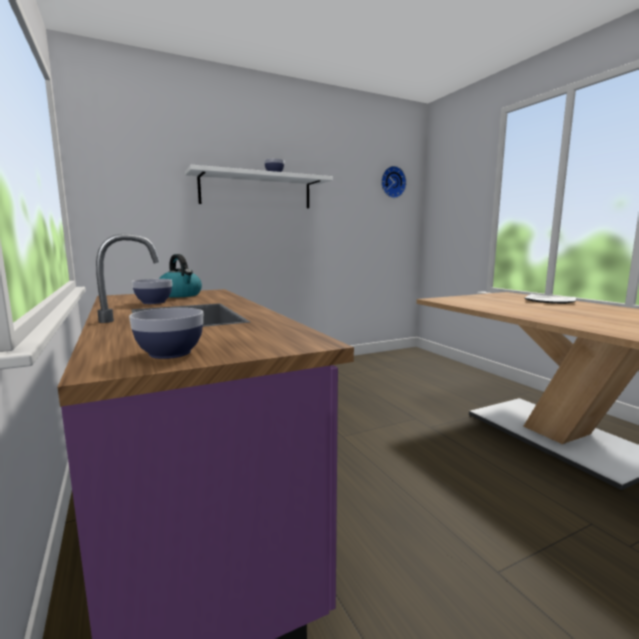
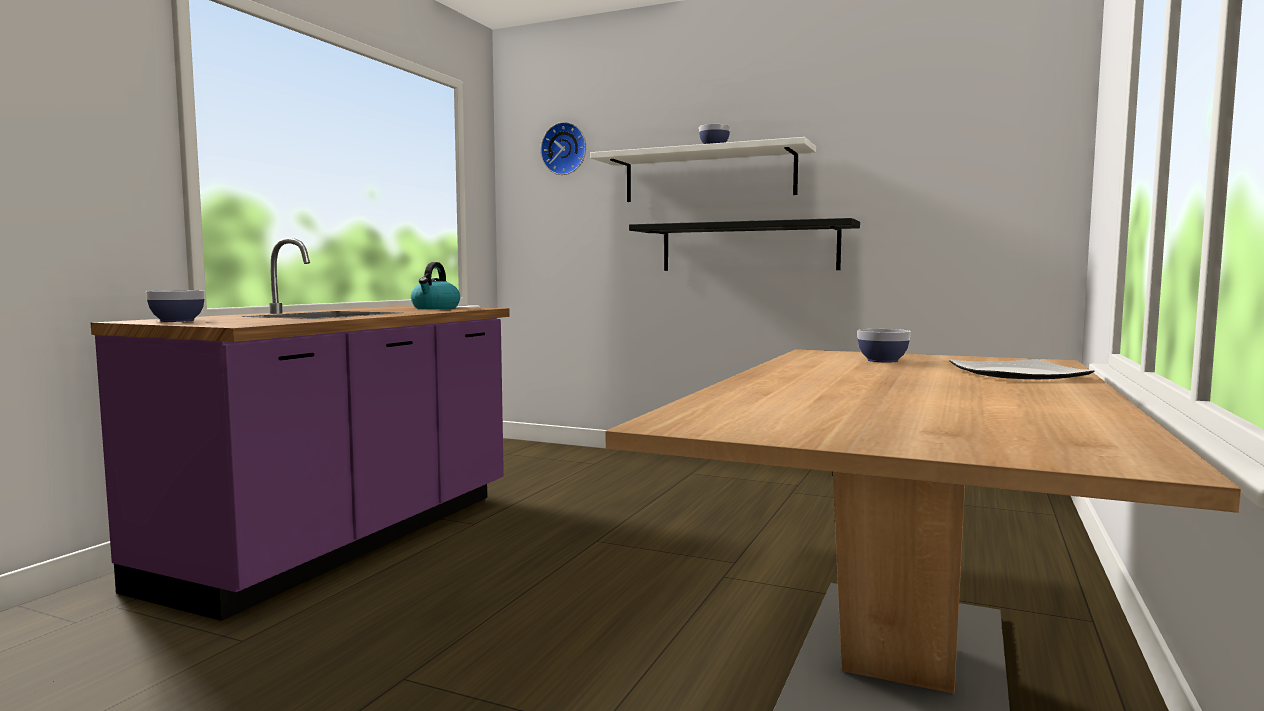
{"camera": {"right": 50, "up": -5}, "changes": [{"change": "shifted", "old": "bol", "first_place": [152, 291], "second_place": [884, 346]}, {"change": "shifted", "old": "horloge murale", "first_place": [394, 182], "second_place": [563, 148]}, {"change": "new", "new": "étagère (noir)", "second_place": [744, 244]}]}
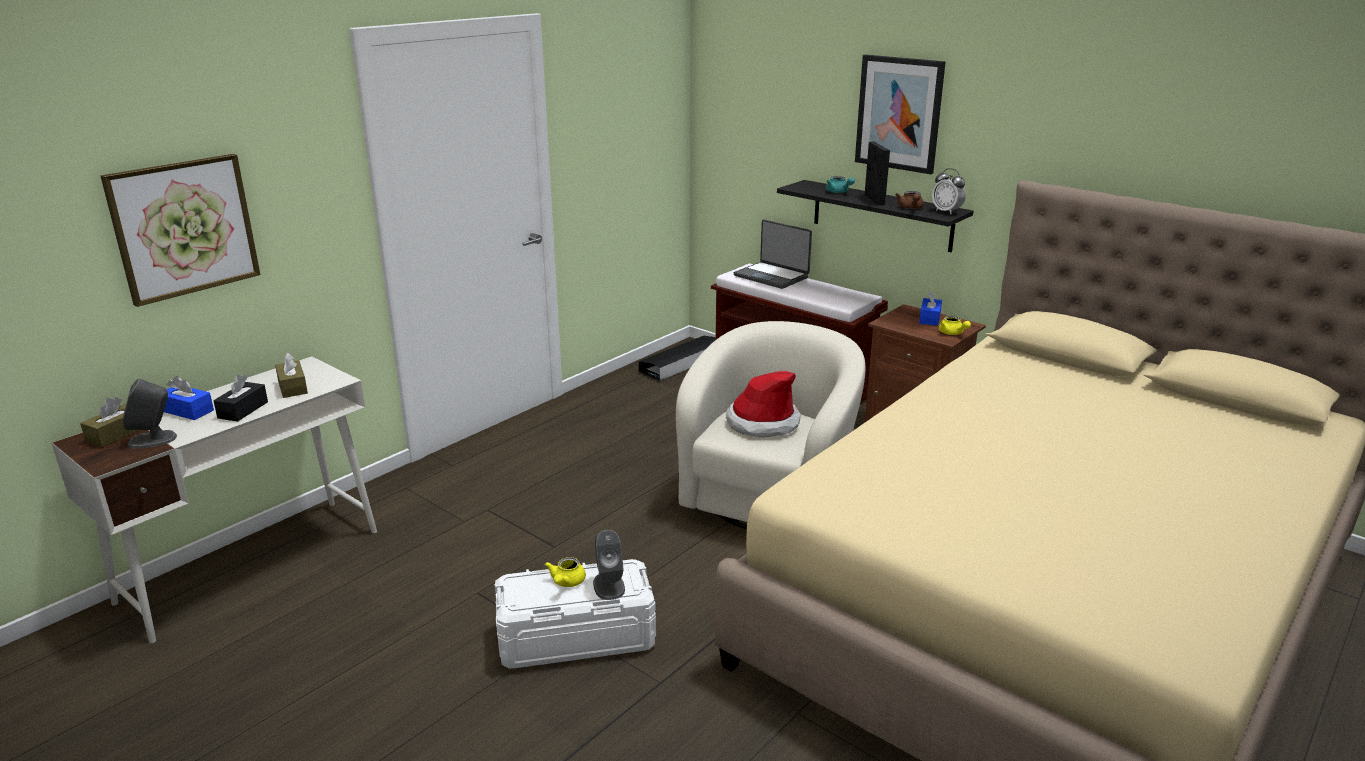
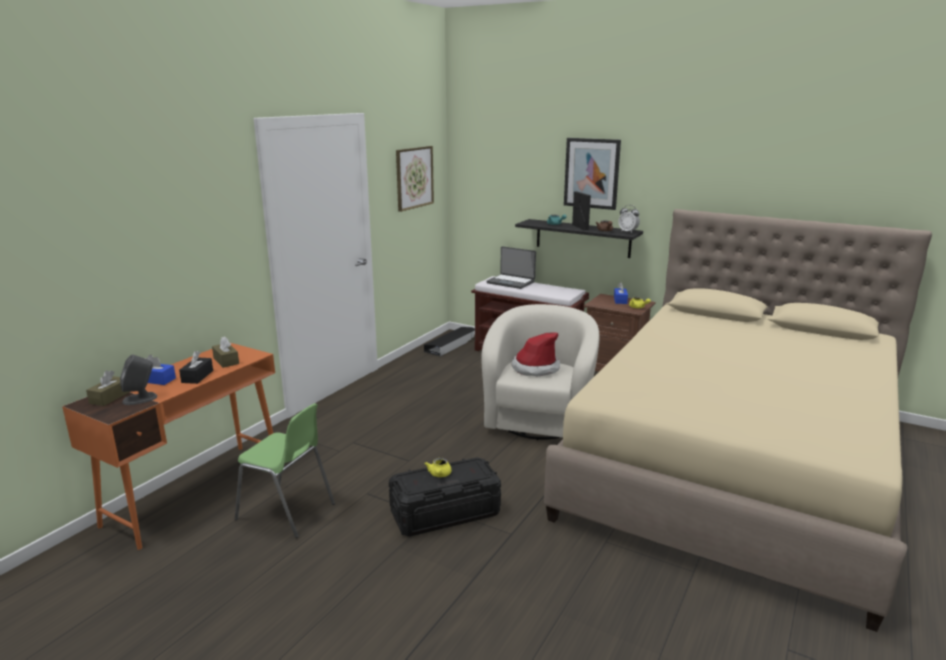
{"camera": {"right": -10, "up": -5}, "changes": [{"change": "repainted", "old": "bureau (blanc)", "new": "bureau (orange)", "first_place": [214, 499], "second_place": [168, 446]}, {"change": "shifted", "old": "tableau", "first_place": [180, 230], "second_place": [415, 179]}, {"change": "repainted", "old": "boîte de rangement (blanc)", "new": "boîte de rangement (noir)", "first_place": [575, 614], "second_place": [445, 496]}, {"change": "gone", "old": "enceinte (gris)", "first_place": [609, 565]}, {"change": "new", "new": "chaise (vert)", "second_place": [285, 470]}]}
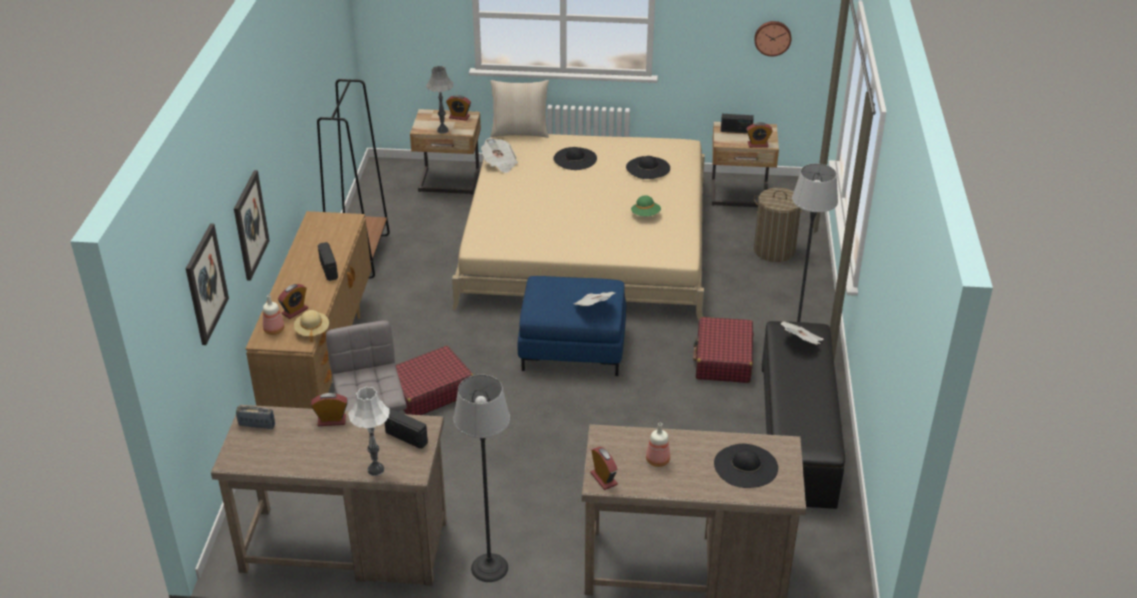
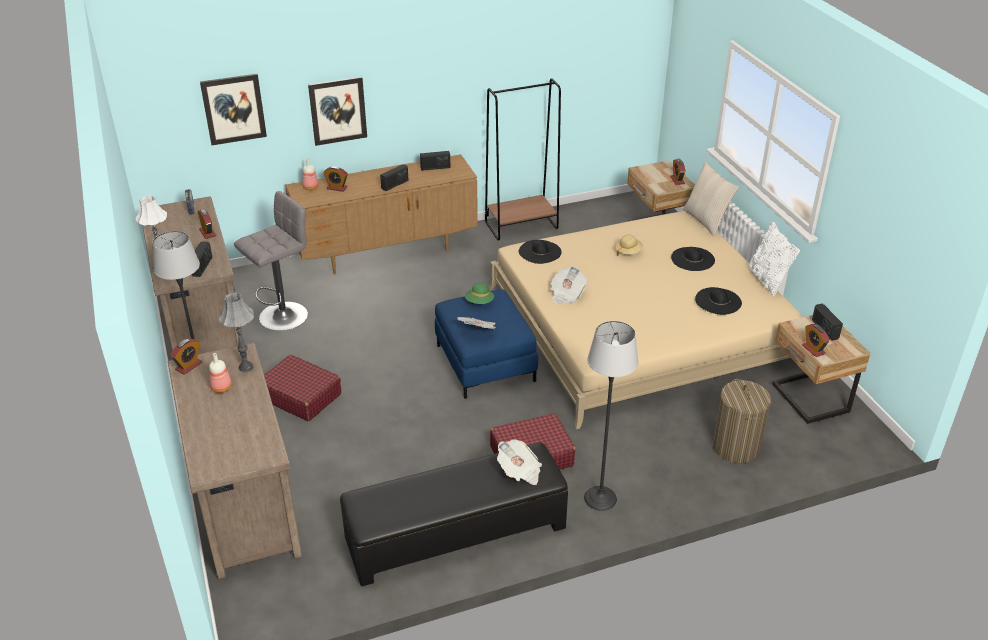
{"camera": {"right": 65, "up": 0}, "changes": [{"change": "shifted", "old": "chapeau (beige)", "first_place": [311, 326], "second_place": [629, 245]}, {"change": "shifted", "old": "valise (rouge)", "first_place": [434, 380], "second_place": [302, 388]}, {"change": "shifted", "old": "lampe de table (gris)", "first_place": [439, 100], "second_place": [236, 332]}, {"change": "shifted", "old": "journal", "first_place": [499, 155], "second_place": [569, 285]}, {"change": "shifted", "old": "chapeau (vert)", "first_place": [646, 205], "second_place": [479, 293]}, {"change": "shifted", "old": "chapeau (noir)", "first_place": [746, 466], "second_place": [540, 252]}, {"change": "gone", "old": "horloge murale", "first_place": [772, 38]}, {"change": "new", "new": "radio", "second_place": [435, 161]}, {"change": "new", "new": "coussin (blanc)", "second_place": [774, 259]}]}
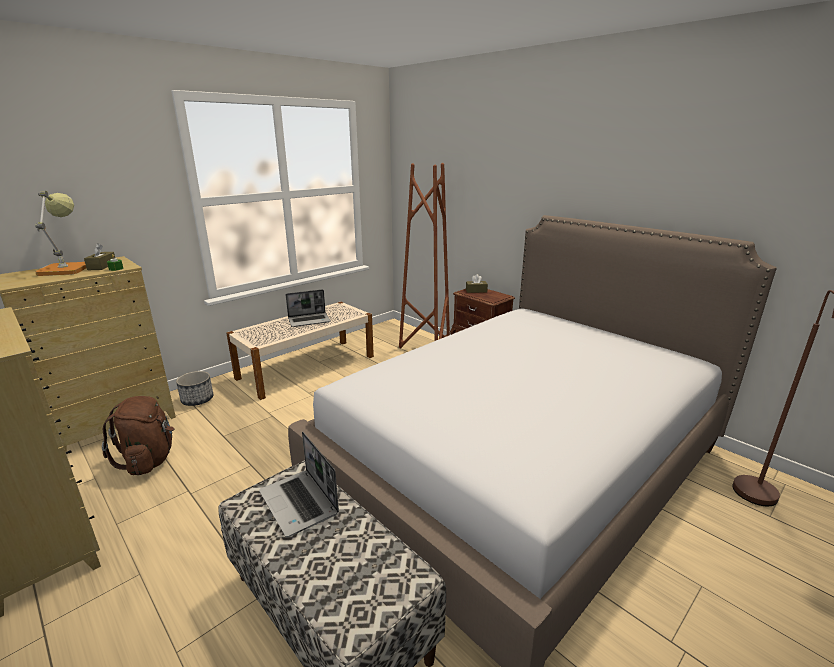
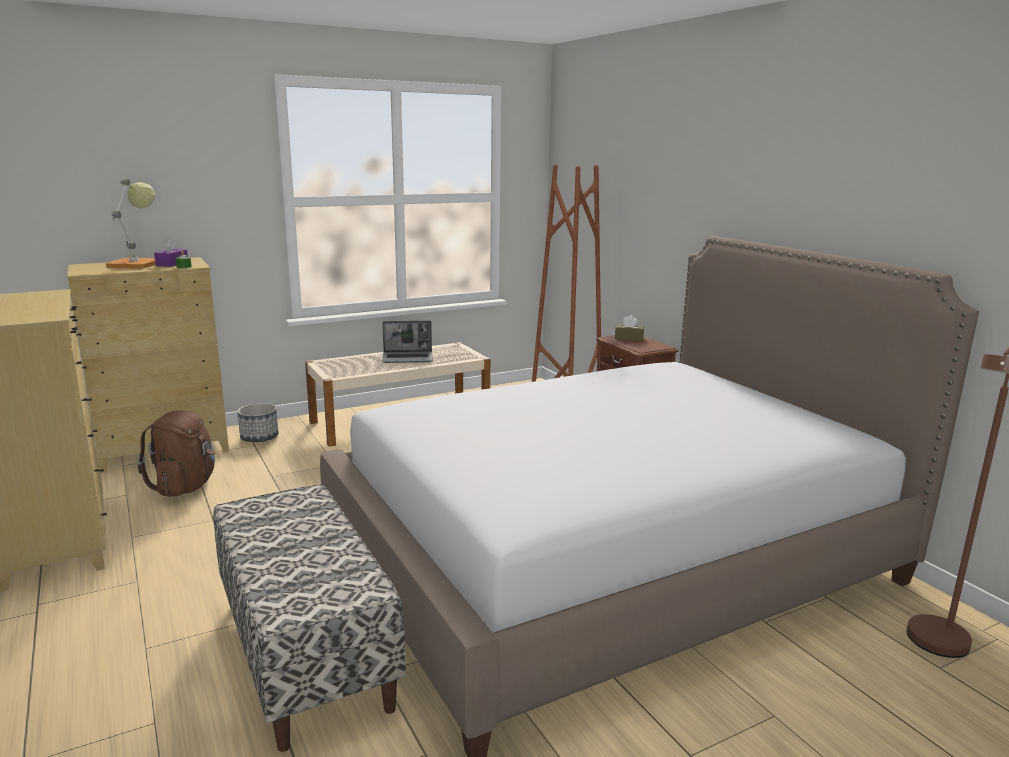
{"camera": {"right": 15, "up": -5}, "changes": [{"change": "repainted", "old": "boîte à mouchoirs (marron)", "new": "boîte à mouchoirs (violet)", "first_place": [99, 256], "second_place": [171, 252]}, {"change": "gone", "old": "ordinateur portable", "first_place": [299, 484]}]}
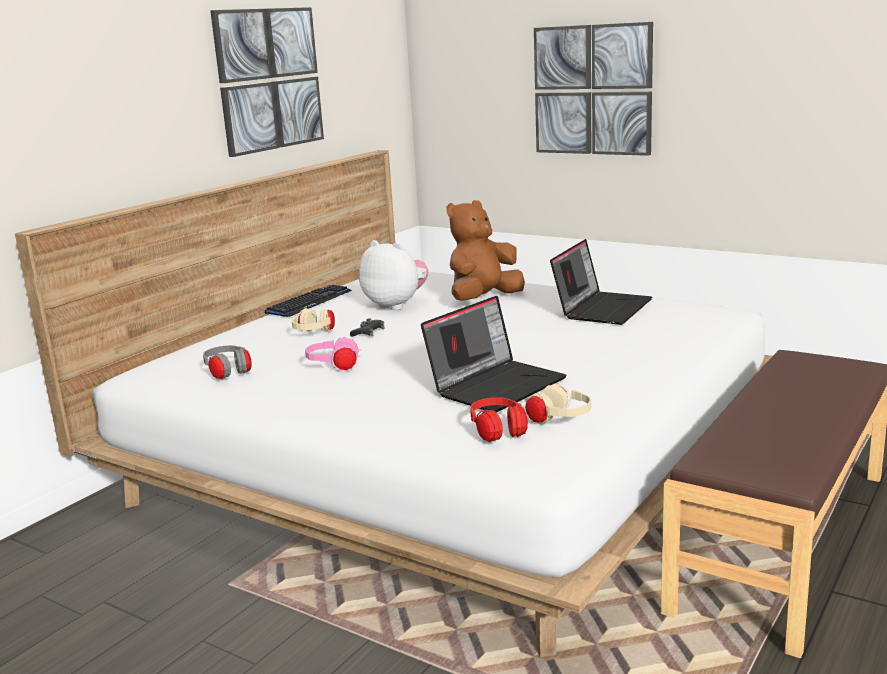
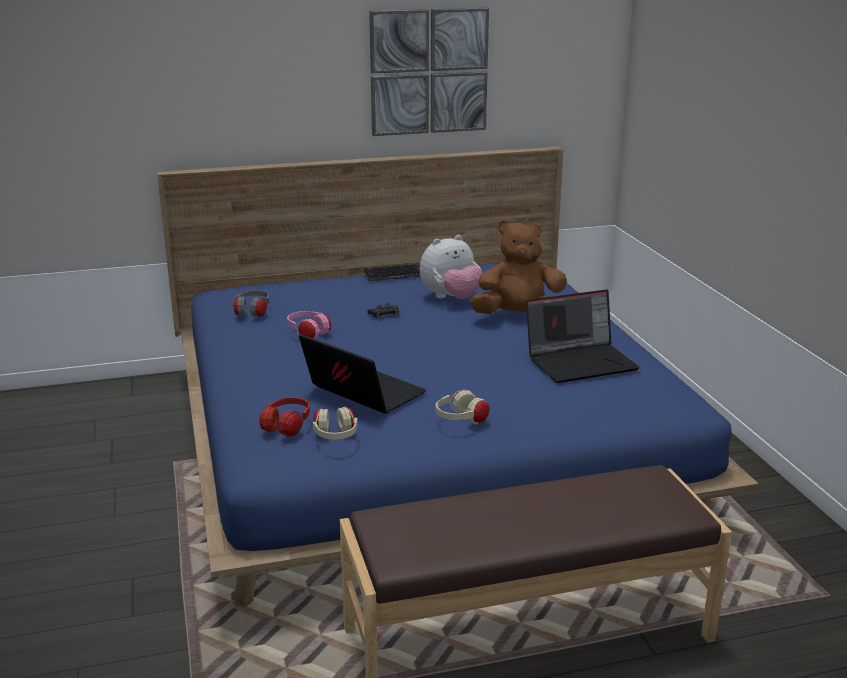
{"camera": {"right": 40, "up": 5}, "changes": [{"change": "repainted", "old": "lit (blanc)", "new": "lit (bleu)", "first_place": [393, 403], "second_place": [458, 377]}, {"change": "shifted", "old": "casque audio (beige)", "first_place": [313, 320], "second_place": [463, 407]}, {"change": "rotated", "old": "peluche", "first_place": [393, 275], "second_place": [451, 267], "degrees": 75}, {"change": "rotated", "old": "ordinateur portable", "first_place": [494, 354], "second_place": [362, 374], "degrees": -135}, {"change": "gone", "old": "tableau", "first_place": [593, 89]}]}
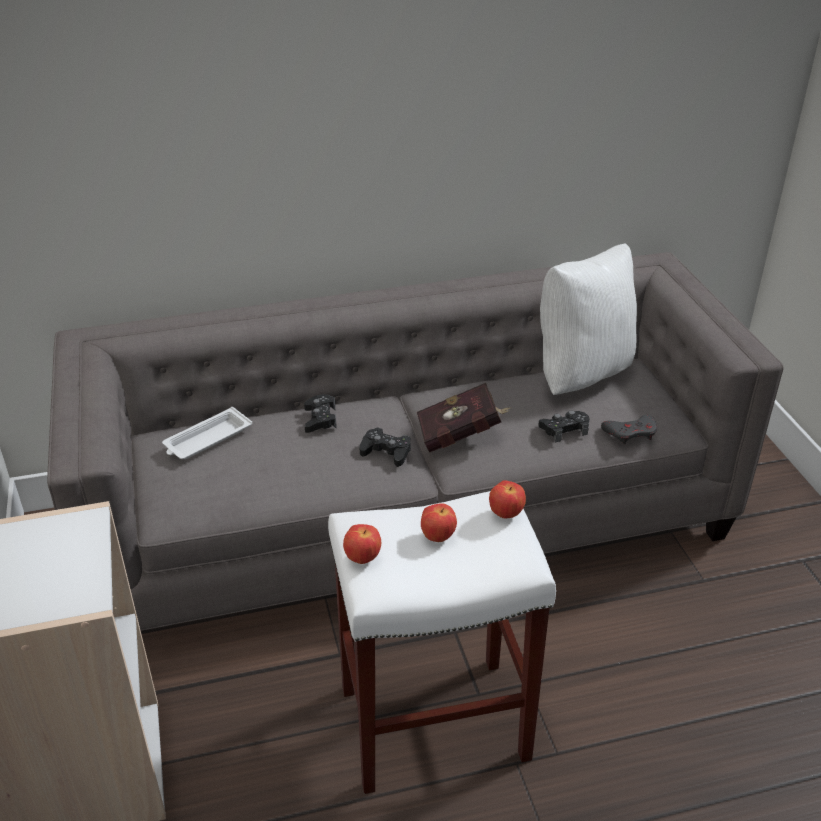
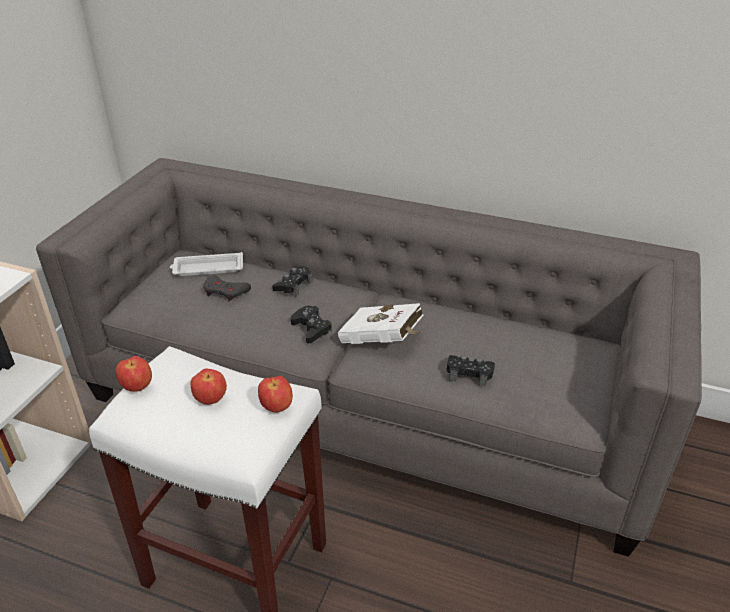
{"camera": {"right": 35, "up": 0}, "changes": [{"change": "repainted", "old": "livre (rouge)", "new": "livre (blanc)", "first_place": [464, 417], "second_place": [380, 323]}, {"change": "gone", "old": "coussin (blanc)", "first_place": [588, 319]}, {"change": "shifted", "old": "manette (gris)", "first_place": [629, 430], "second_place": [227, 288]}]}
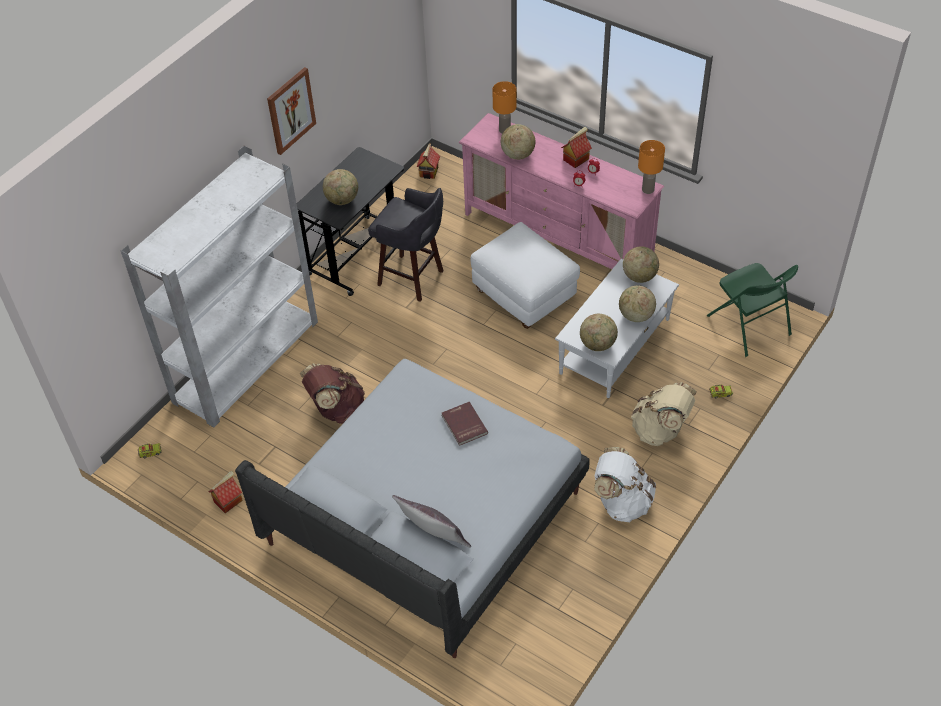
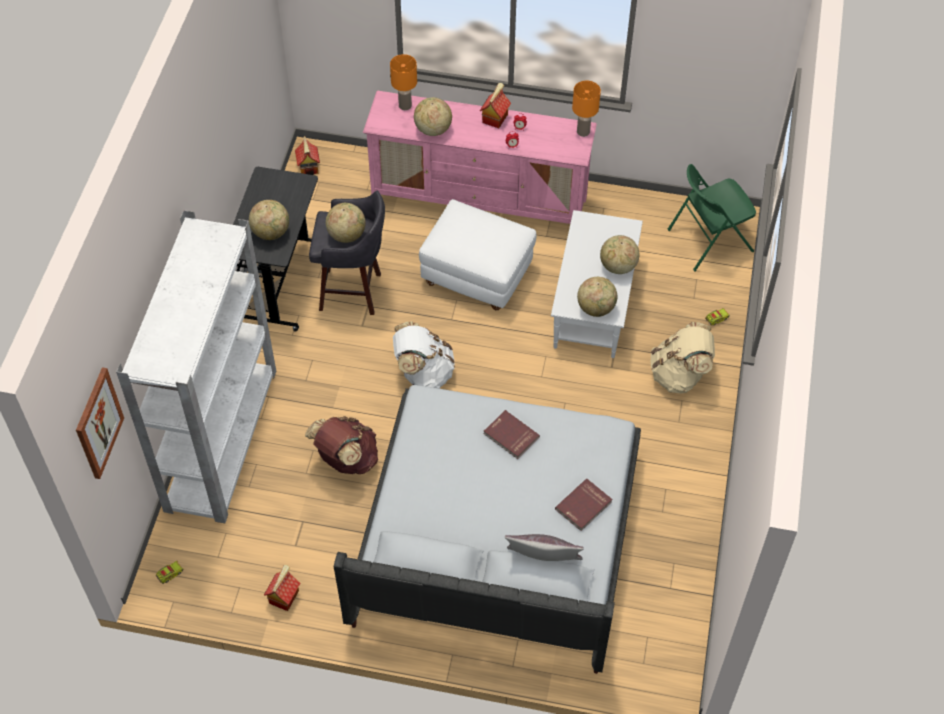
{"camera": {"right": -25, "up": 5}, "changes": [{"change": "shifted", "old": "tableau", "first_place": [291, 111], "second_place": [100, 423]}, {"change": "shifted", "old": "sac à dos (blanc)", "first_place": [625, 484], "second_place": [424, 355]}, {"change": "shifted", "old": "globe", "first_place": [641, 264], "second_place": [346, 223]}, {"change": "rotated", "old": "chaise (vert)", "first_place": [752, 310], "second_place": [712, 218], "degrees": 120}, {"change": "new", "new": "livre (rouge)", "second_place": [583, 505]}]}
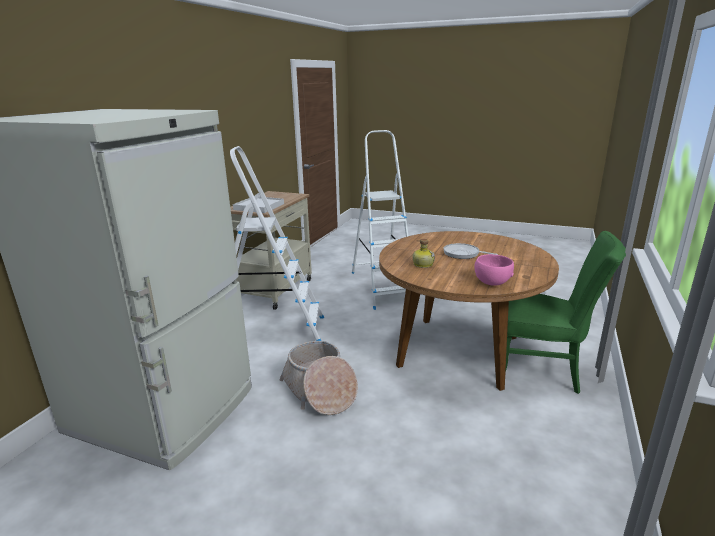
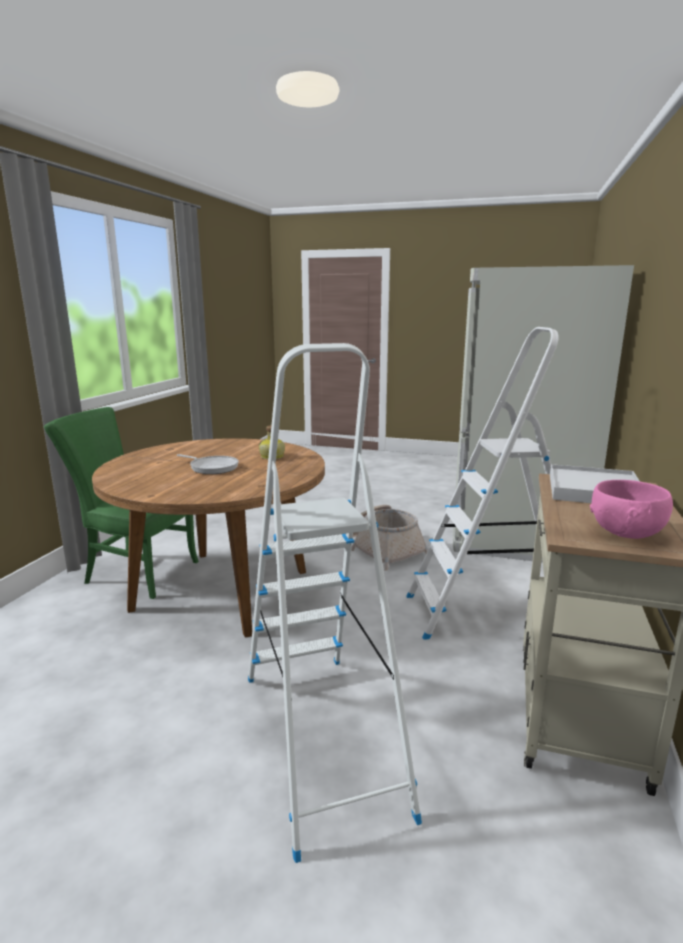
{"camera": {"right": 175, "up": -5}, "changes": [{"change": "shifted", "old": "bol (rose)", "first_place": [494, 270], "second_place": [631, 509]}]}
